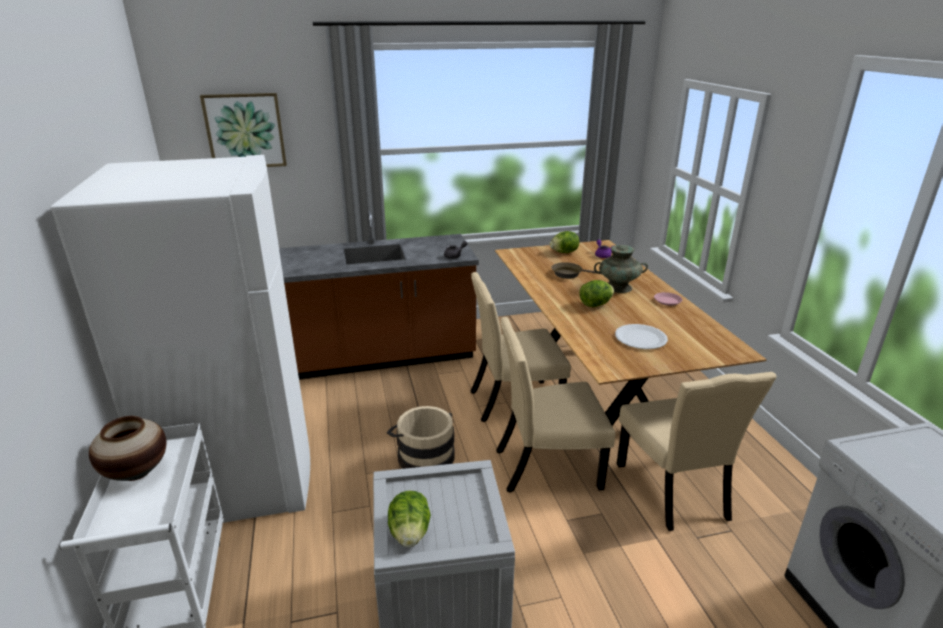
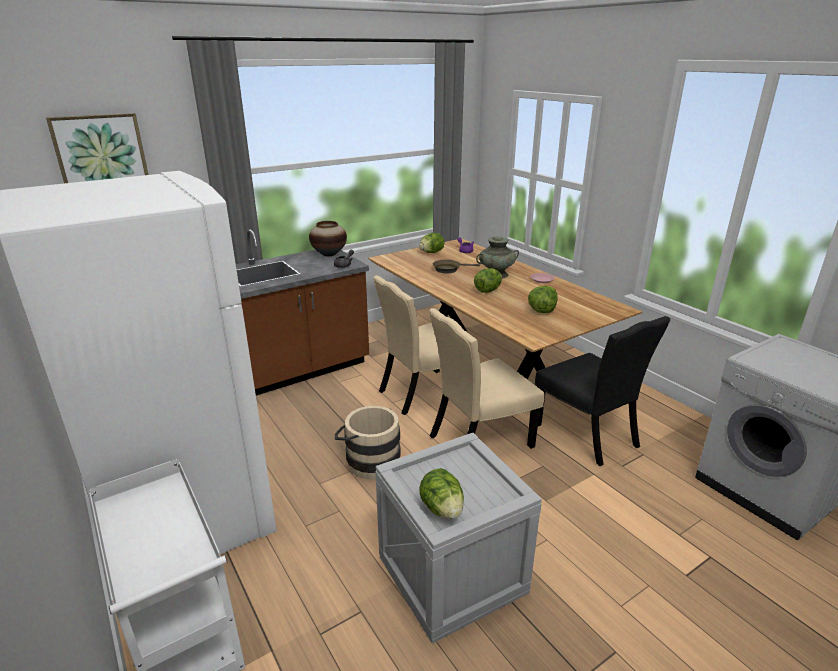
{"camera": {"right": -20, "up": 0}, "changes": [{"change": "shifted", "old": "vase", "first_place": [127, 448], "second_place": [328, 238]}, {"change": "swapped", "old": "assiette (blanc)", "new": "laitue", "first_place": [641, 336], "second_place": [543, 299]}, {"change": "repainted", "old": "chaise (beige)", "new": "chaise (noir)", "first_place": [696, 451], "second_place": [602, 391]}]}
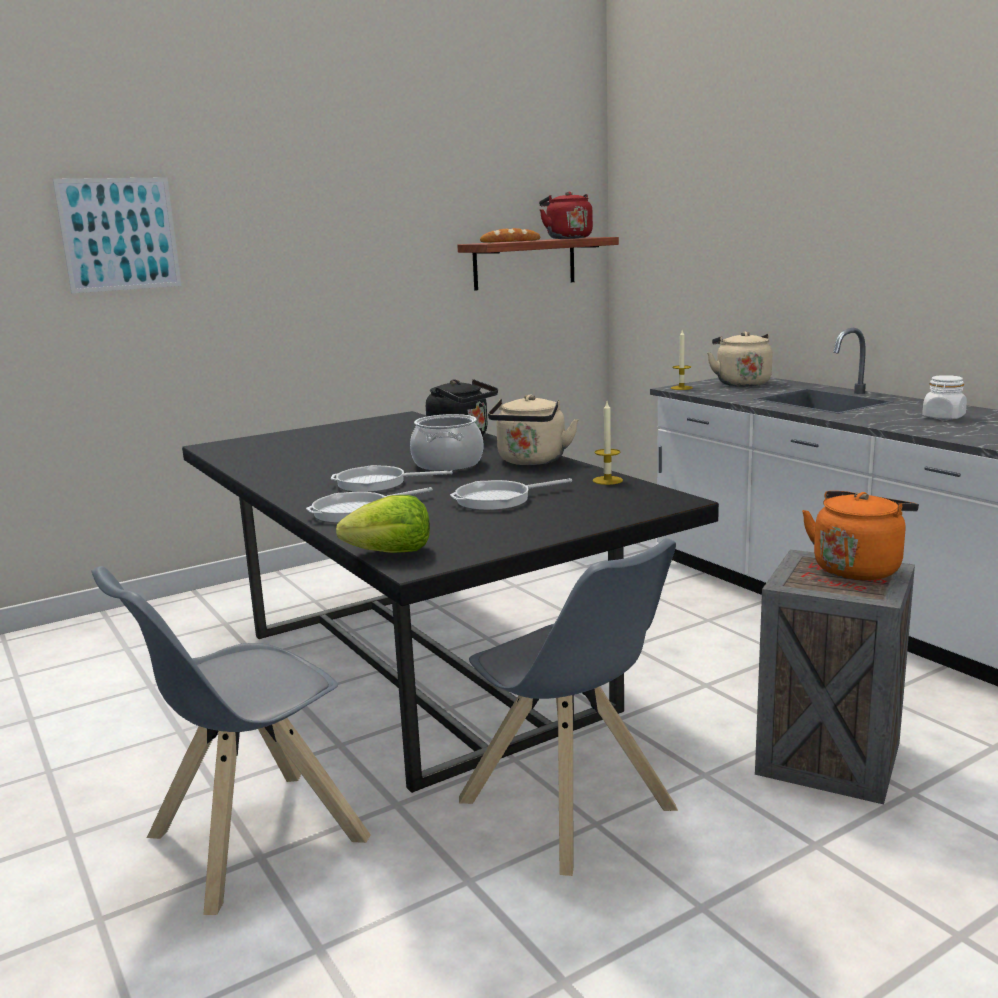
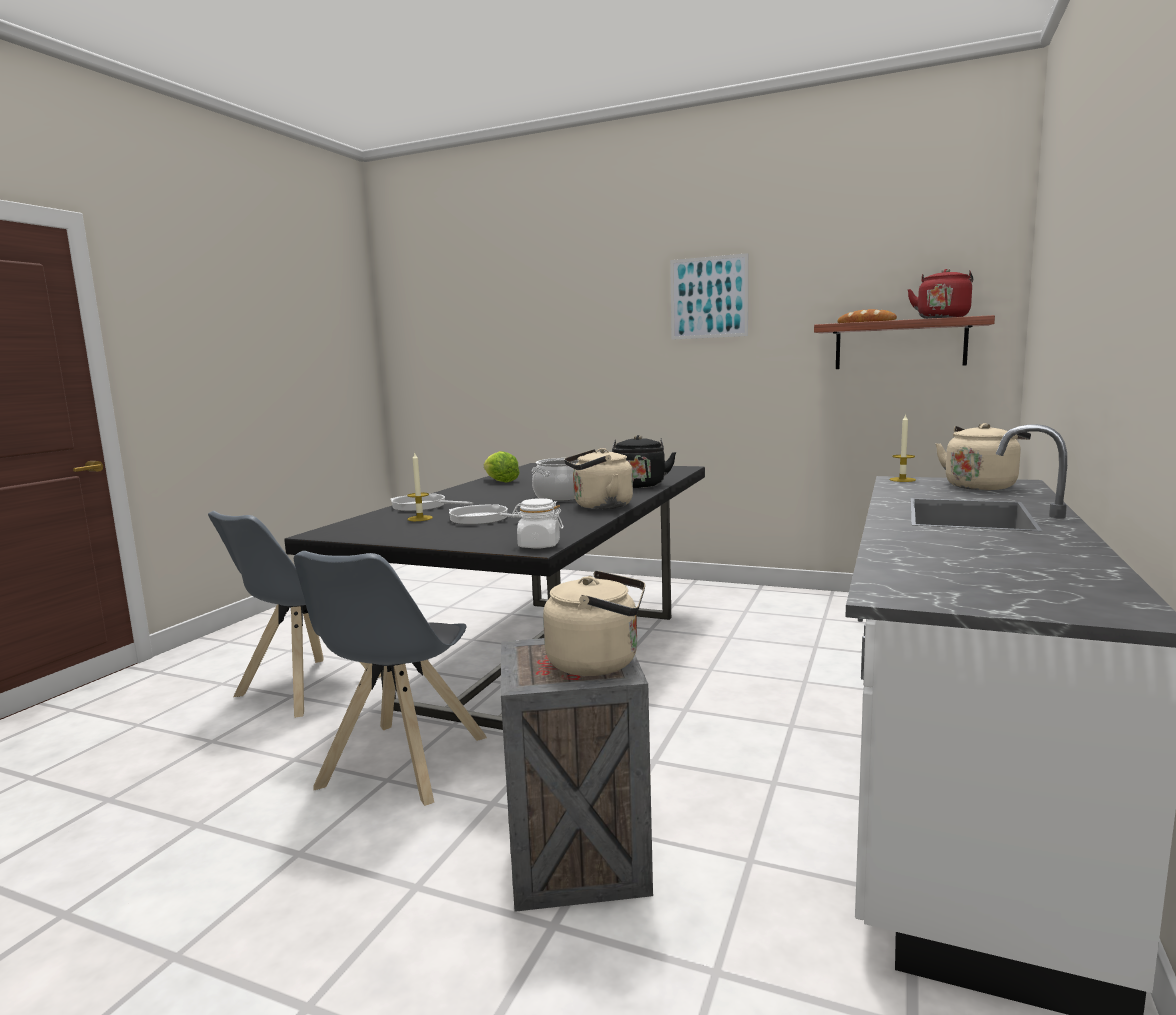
{"camera": {"right": 55, "up": -5}, "changes": [{"change": "shifted", "old": "tableau", "first_place": [117, 235], "second_place": [709, 296]}, {"change": "rotated", "old": "chaise (gris)", "first_place": [231, 740], "second_place": [294, 614], "degrees": -75}, {"change": "gone", "old": "poêle", "first_place": [391, 478]}, {"change": "shifted", "old": "laitue", "first_place": [383, 524], "second_place": [502, 467]}, {"change": "shifted", "old": "bougie", "first_place": [608, 443], "second_place": [420, 487]}, {"change": "repainted", "old": "bouilloire (orange)", "new": "bouilloire (beige)", "first_place": [860, 535], "second_place": [594, 623]}, {"change": "shifted", "old": "bocal (blanc)", "first_place": [944, 397], "second_place": [538, 523]}]}
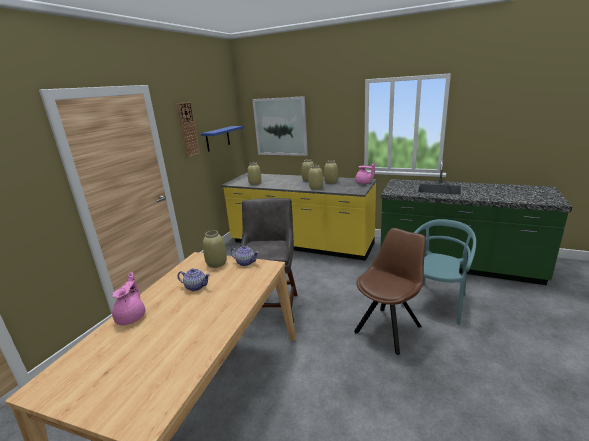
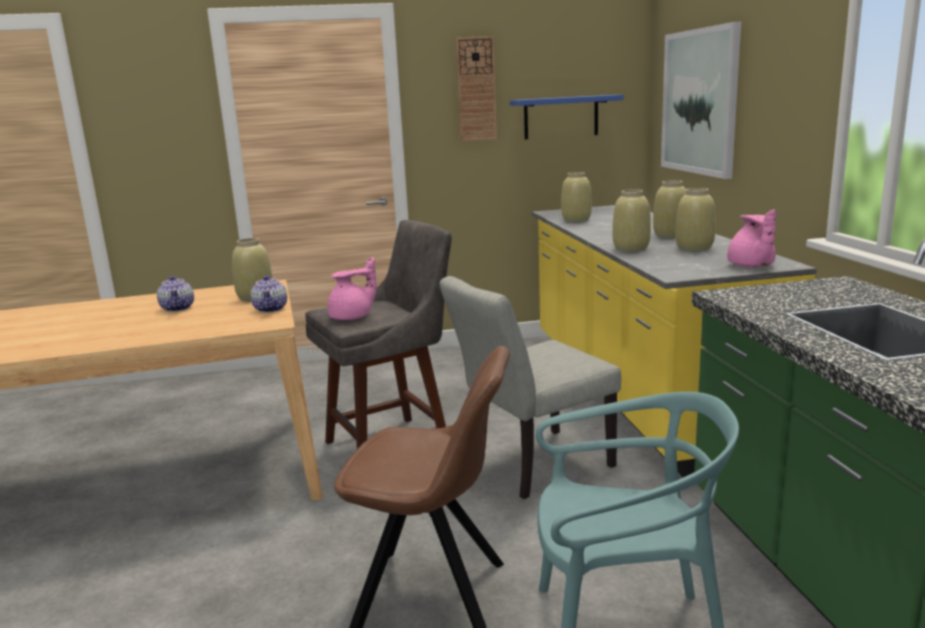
{"camera": {"right": 55, "up": -5}, "changes": [{"change": "shifted", "old": "théière (rose)", "first_place": [128, 298], "second_place": [352, 288]}, {"change": "new", "new": "chaise (gris)", "second_place": [530, 387]}]}
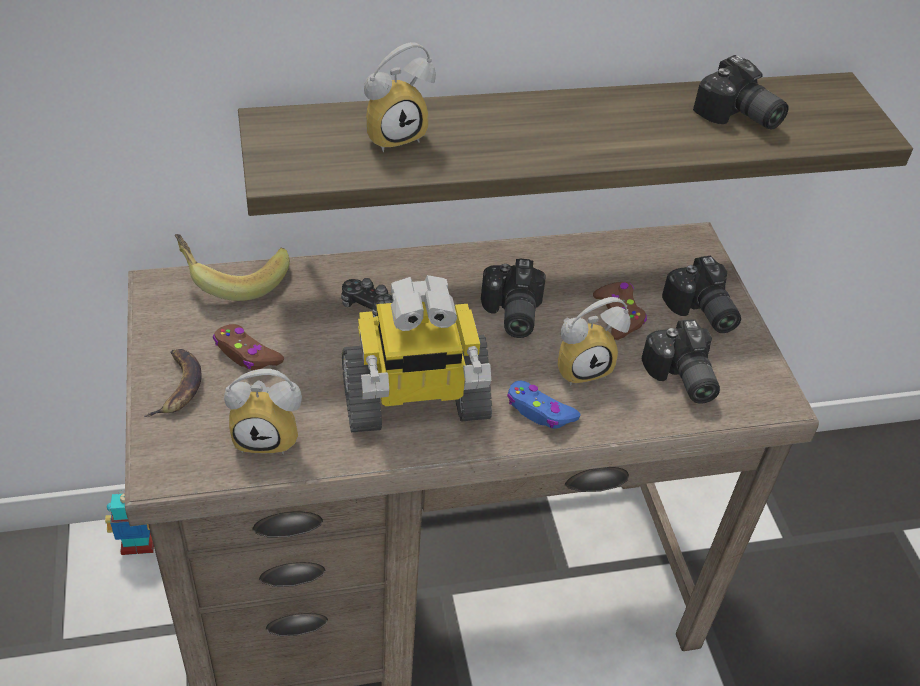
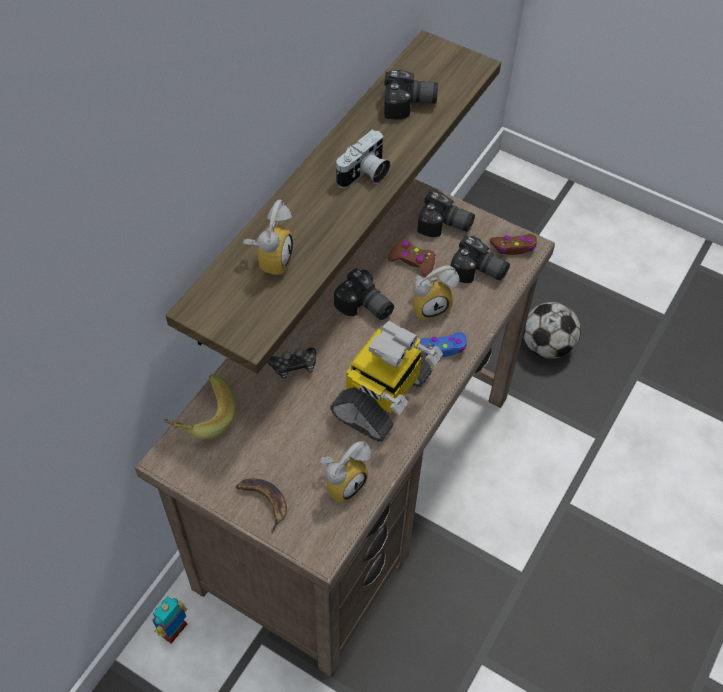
{"camera": {"right": -45, "up": 10}, "changes": [{"change": "shifted", "old": "manette (marron)", "first_place": [248, 347], "second_place": [513, 244]}, {"change": "rotated", "old": "réveil", "first_place": [594, 341], "second_place": [436, 293], "degrees": 45}, {"change": "new", "new": "appareil photo", "second_place": [363, 159]}, {"change": "new", "new": "ballon de foot", "second_place": [552, 330]}]}
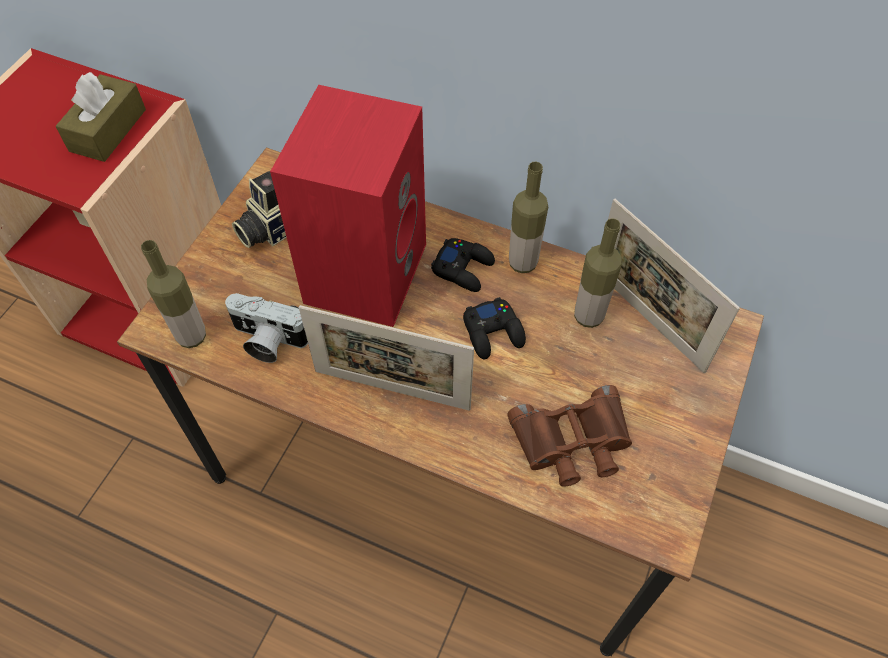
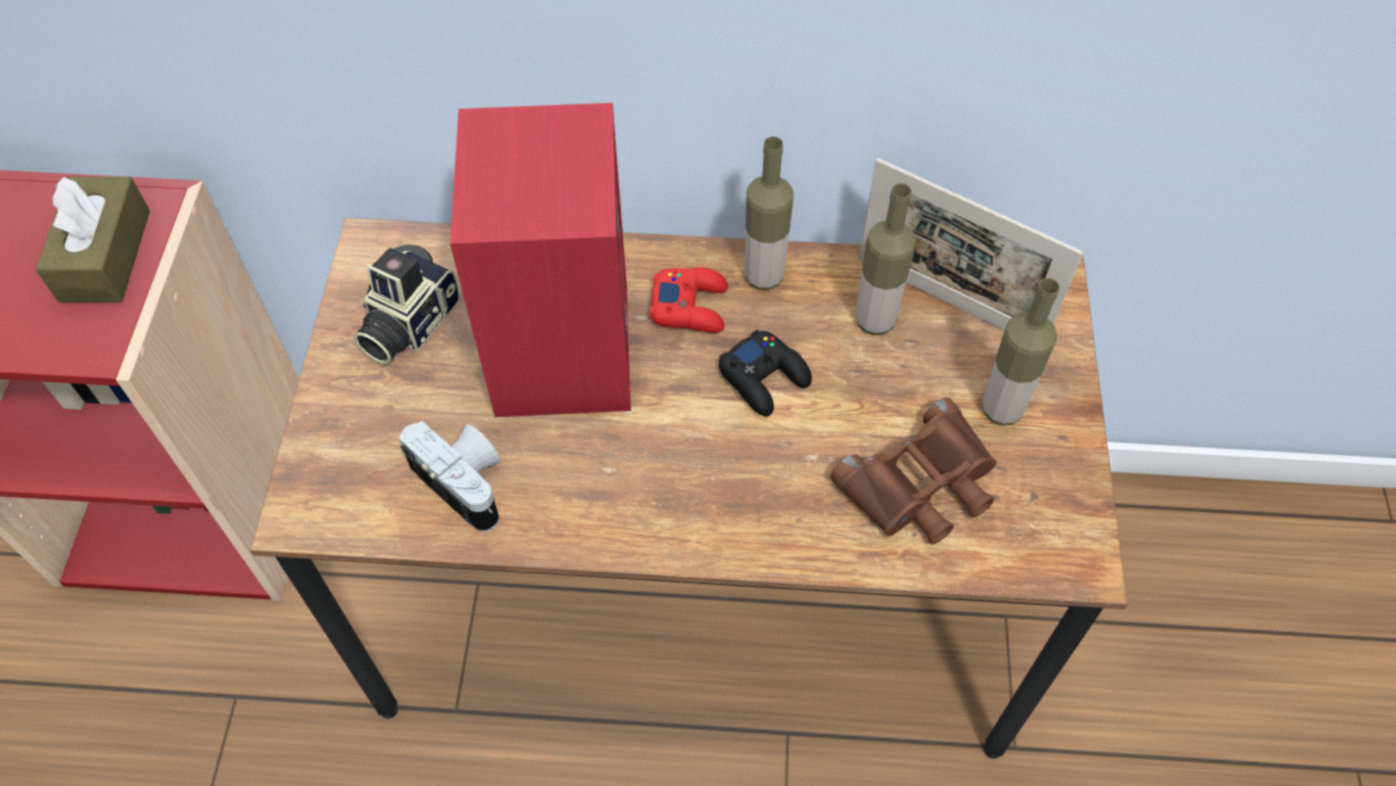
{"camera": {"right": -20, "up": 0}, "changes": [{"change": "shifted", "old": "bouteille", "first_place": [173, 294], "second_place": [1021, 352]}, {"change": "rotated", "old": "appareil photo", "first_place": [266, 328], "second_place": [449, 476], "degrees": -135}, {"change": "gone", "old": "cadre photo", "first_place": [386, 358]}, {"change": "repainted", "old": "manette (noir)", "new": "manette (rouge)", "first_place": [463, 265], "second_place": [688, 300]}]}
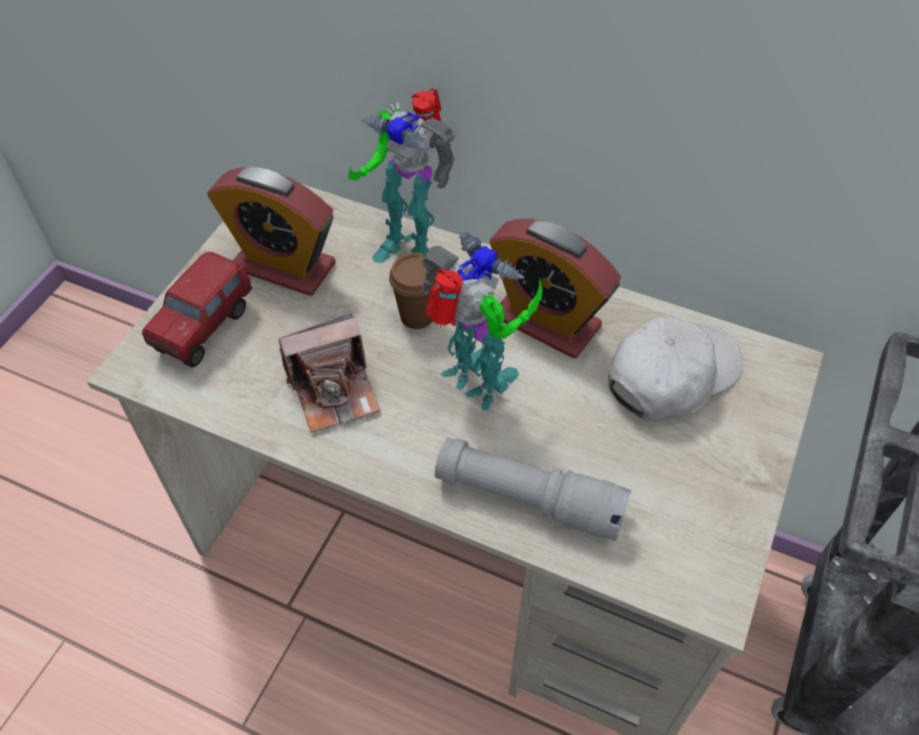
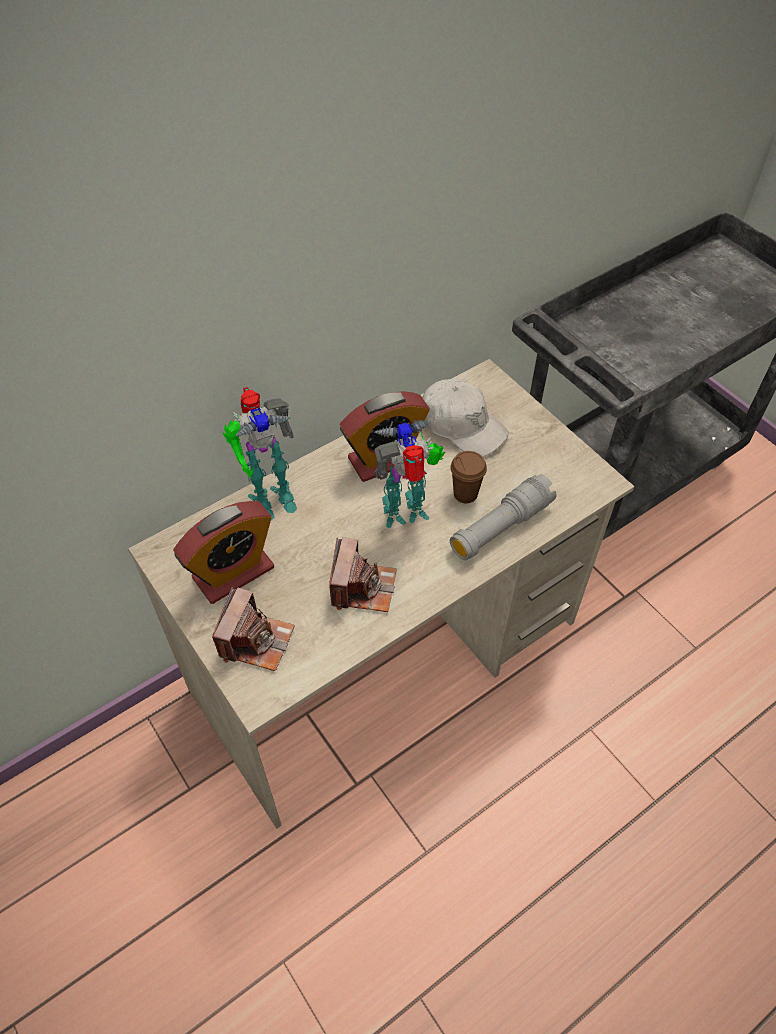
{"camera": {"right": -60, "up": 0}, "changes": [{"change": "swapped", "old": "camion jouet", "new": "appareil photo", "first_place": [197, 309], "second_place": [253, 629]}, {"change": "shifted", "old": "tasse (marron)", "first_place": [411, 291], "second_place": [468, 477]}, {"change": "rotated", "old": "casquette (blanc)", "first_place": [675, 369], "second_place": [465, 418], "degrees": 135}]}
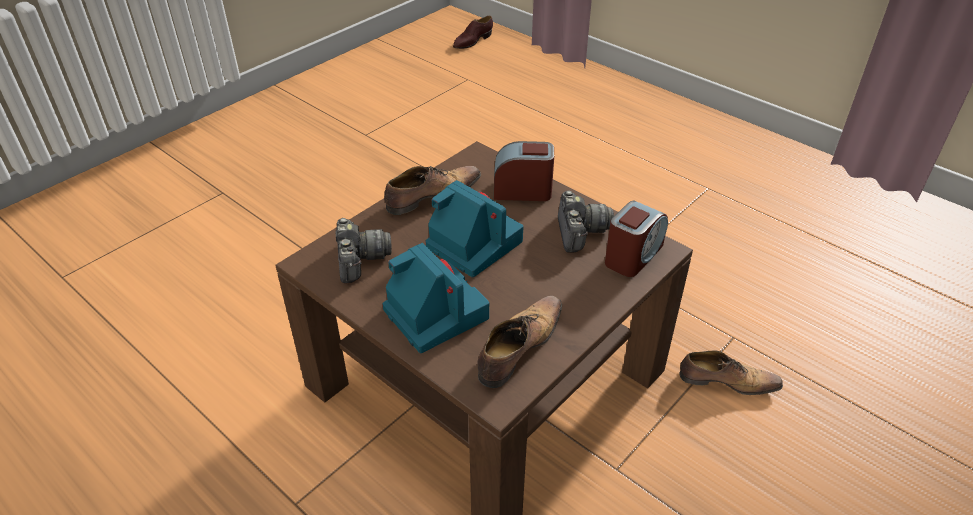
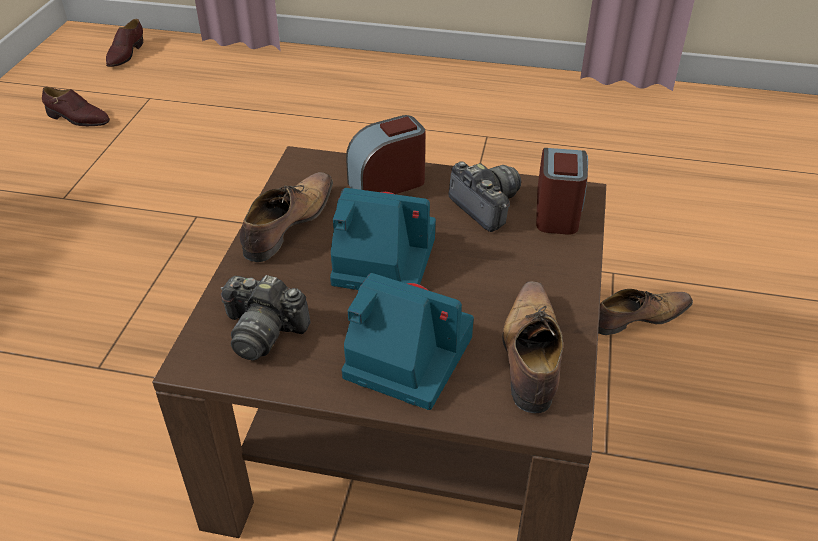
{"camera": {"right": -30, "up": 0}, "changes": [{"change": "rotated", "old": "appareil photo", "first_place": [363, 250], "second_place": [266, 317], "degrees": 150}, {"change": "new", "new": "chaussure (marron)", "second_place": [76, 106]}]}
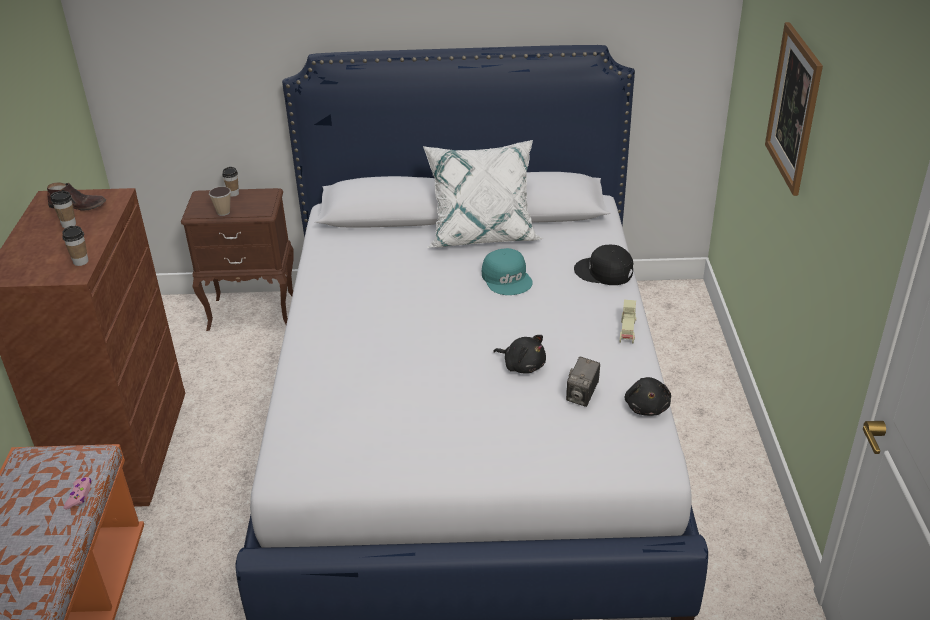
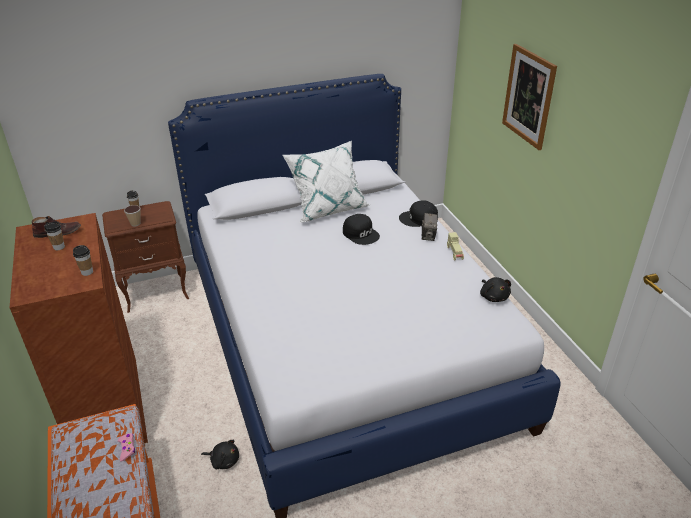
{"camera": {"right": -20, "up": 0}, "changes": [{"change": "repainted", "old": "casquette (turquoise)", "new": "casquette (noir)", "first_place": [507, 271], "second_place": [361, 229]}, {"change": "shifted", "old": "peluche (noir)", "first_place": [519, 354], "second_place": [220, 455]}, {"change": "shifted", "old": "appareil photo", "first_place": [583, 382], "second_place": [429, 227]}]}
